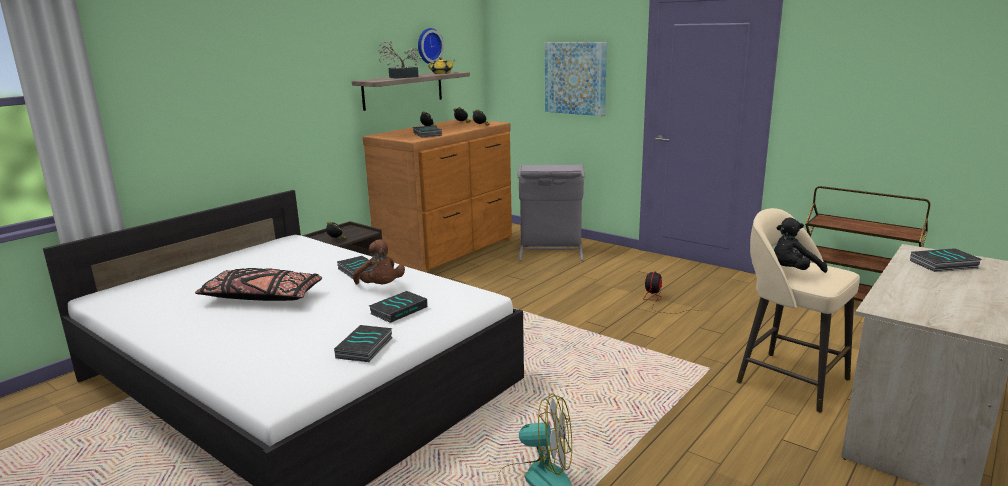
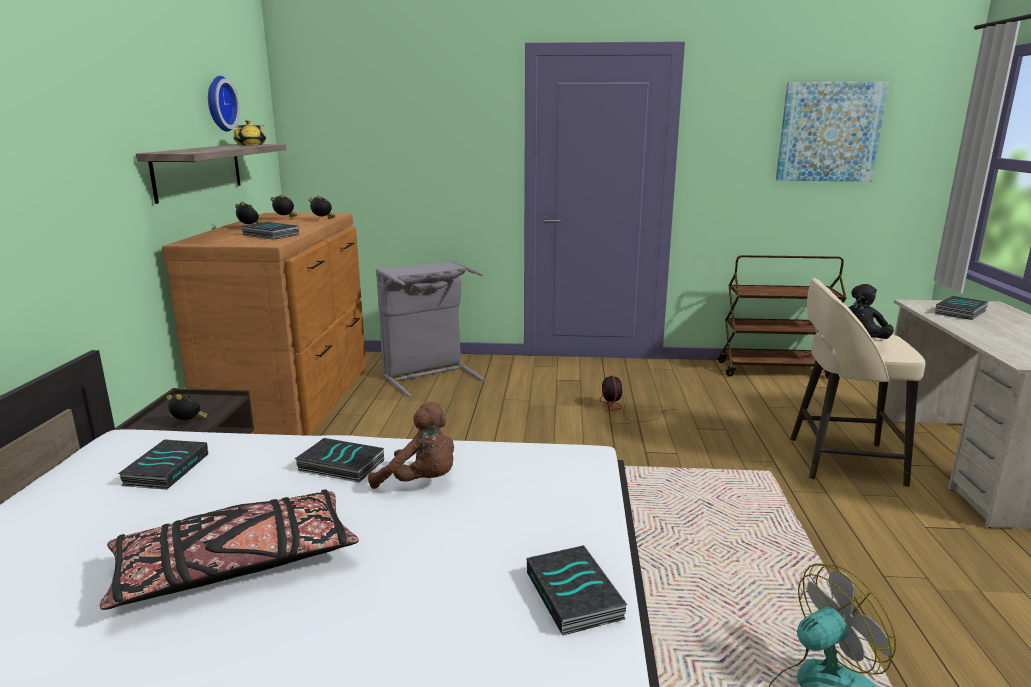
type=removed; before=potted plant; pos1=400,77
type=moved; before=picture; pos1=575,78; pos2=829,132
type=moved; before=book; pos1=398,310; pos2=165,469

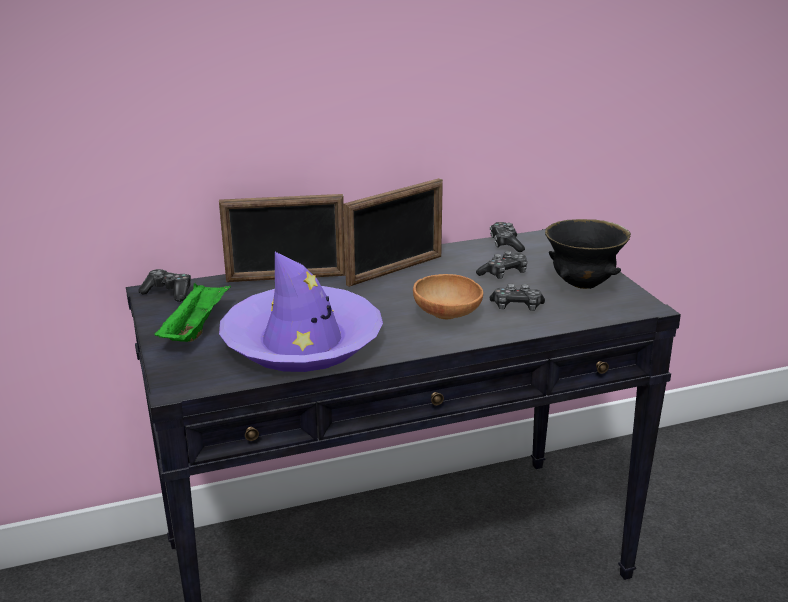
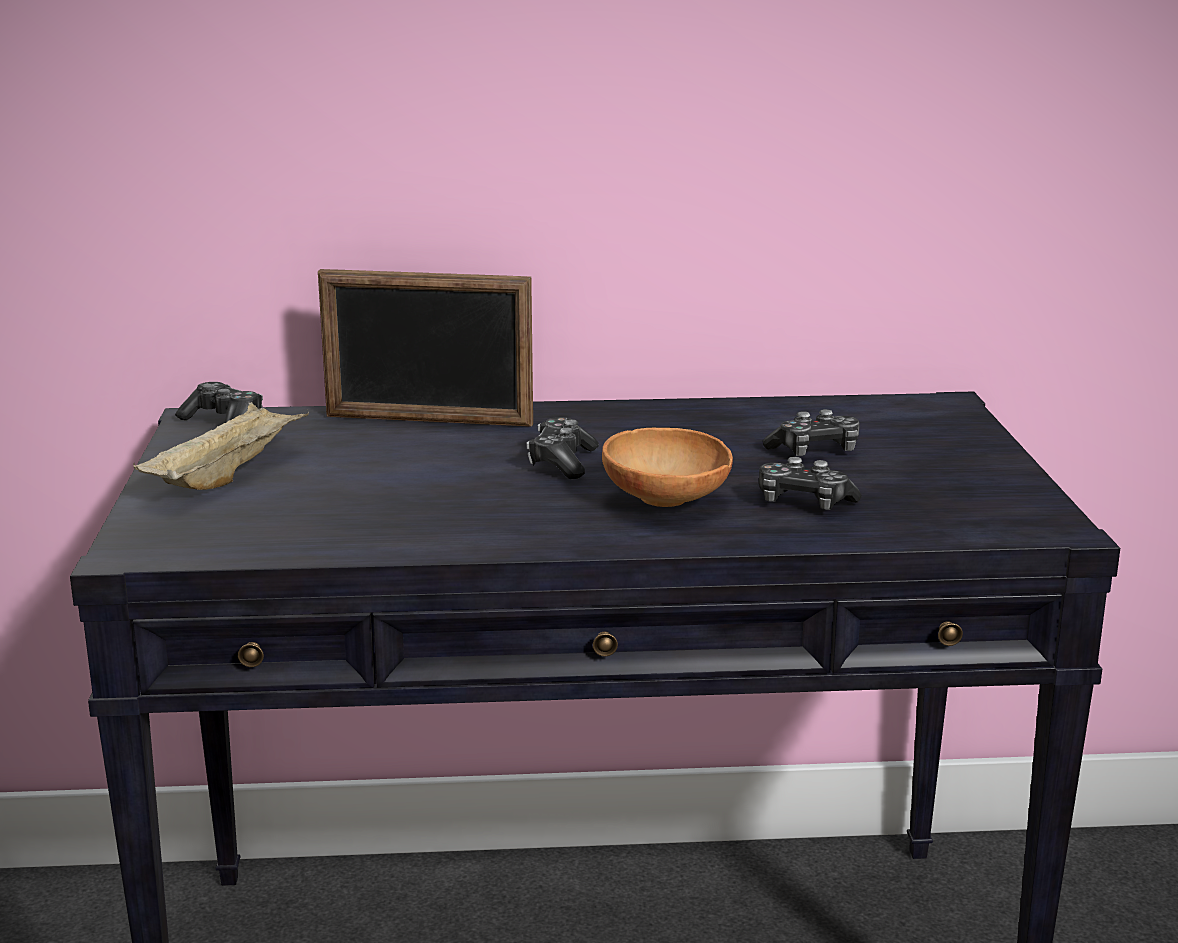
type=removed; before=picture frame; pos1=395,270
type=removed; before=black bowl; pos1=583,285
type=moved; before=game controller; pos1=506,244; pos2=562,462
type=removed; before=purple hat; pos1=302,342
type=recoloured; before=green tray; after=beige tray; pos1=195,329; pos2=226,475

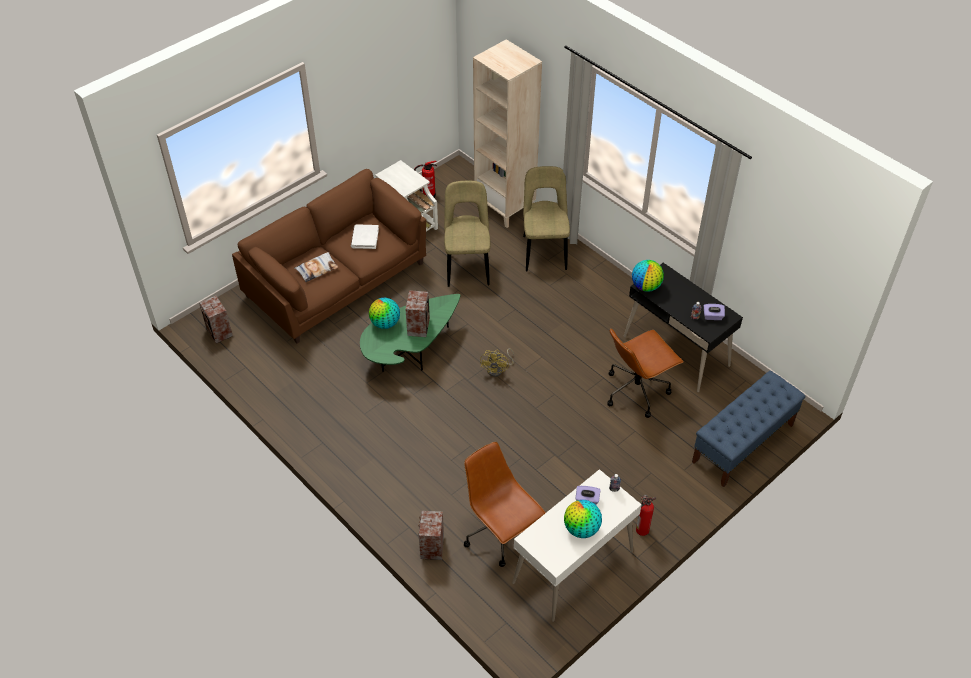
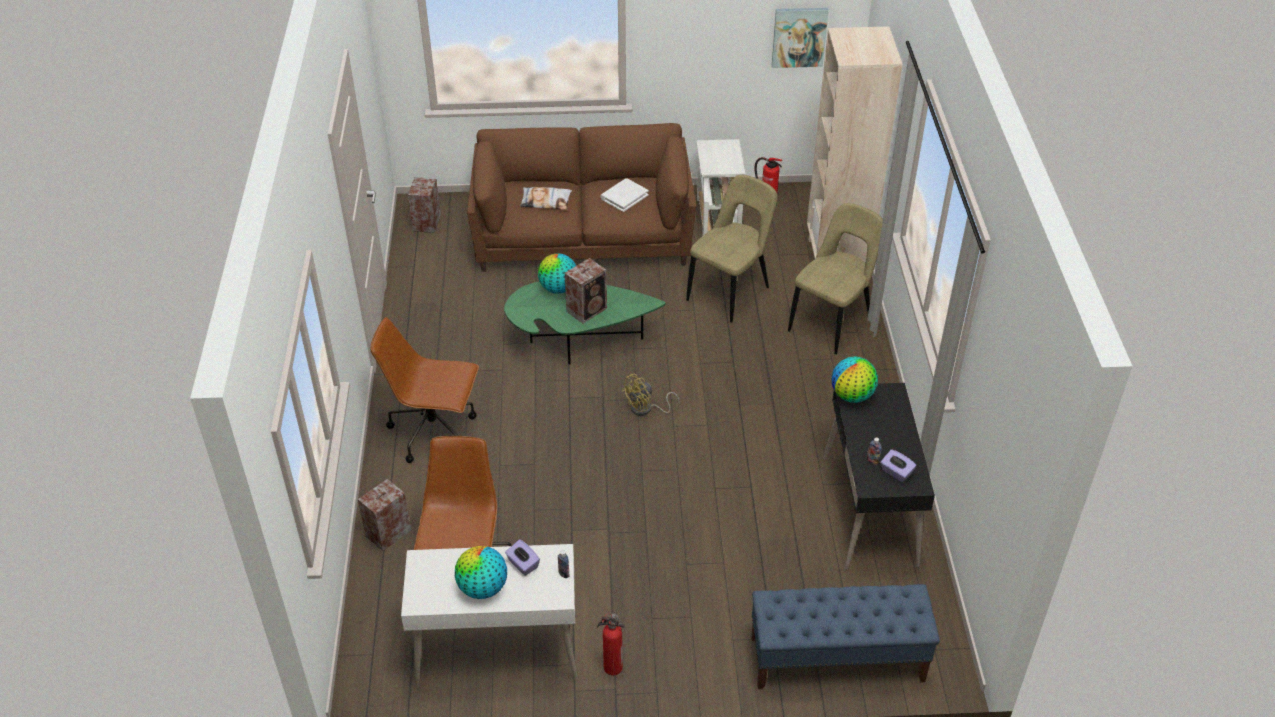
type=moved; before=brown office chair; pos1=637,390; pos2=435,431
type=added; after=picture; pos2=799,37

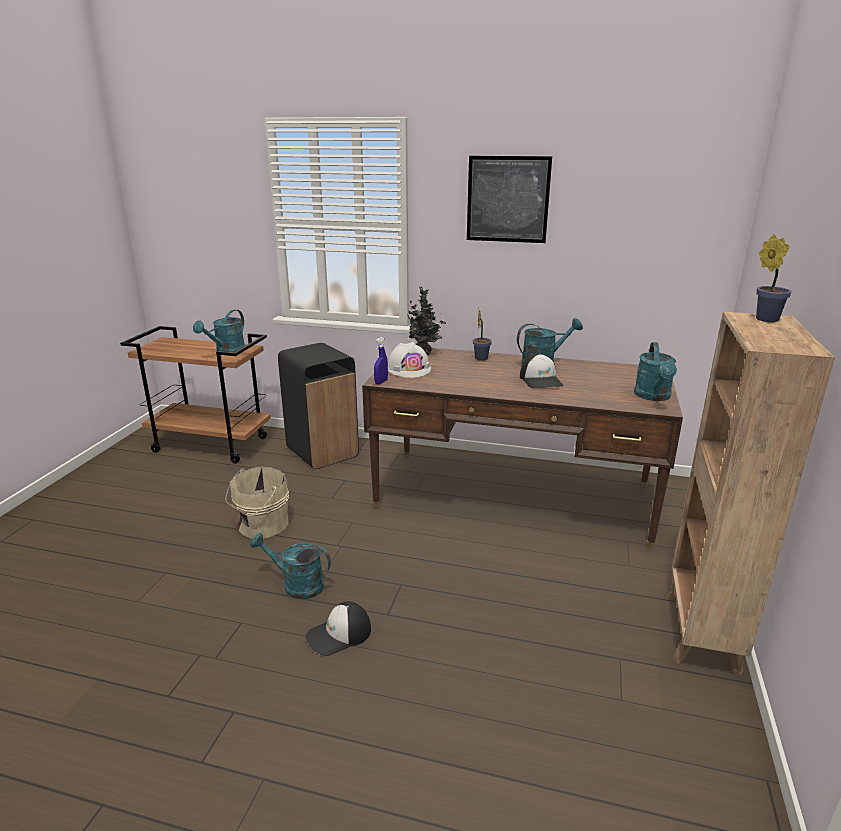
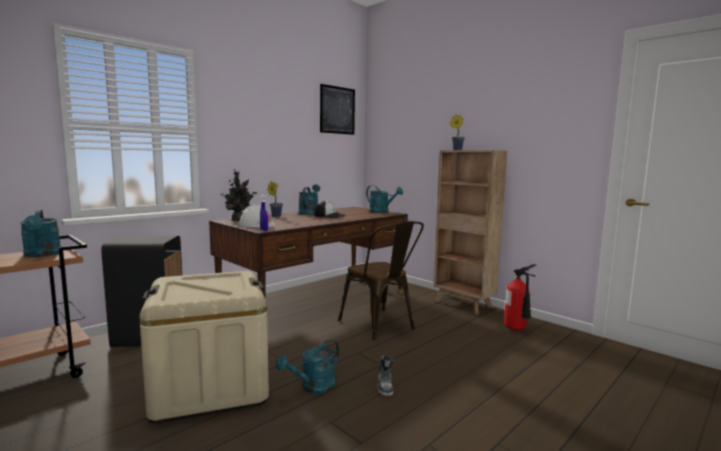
type=moved; before=picture; pos1=507,199; pos2=337,110
type=replaced; before=beige bucket; after=beige storage box; pos1=261,525; pos2=210,386
type=replaced; before=cap; after=shoe; pos1=339,635; pos2=385,385
type=added; after=brown chair; pos2=381,326
type=added; after=fire extinguisher; pos2=517,329

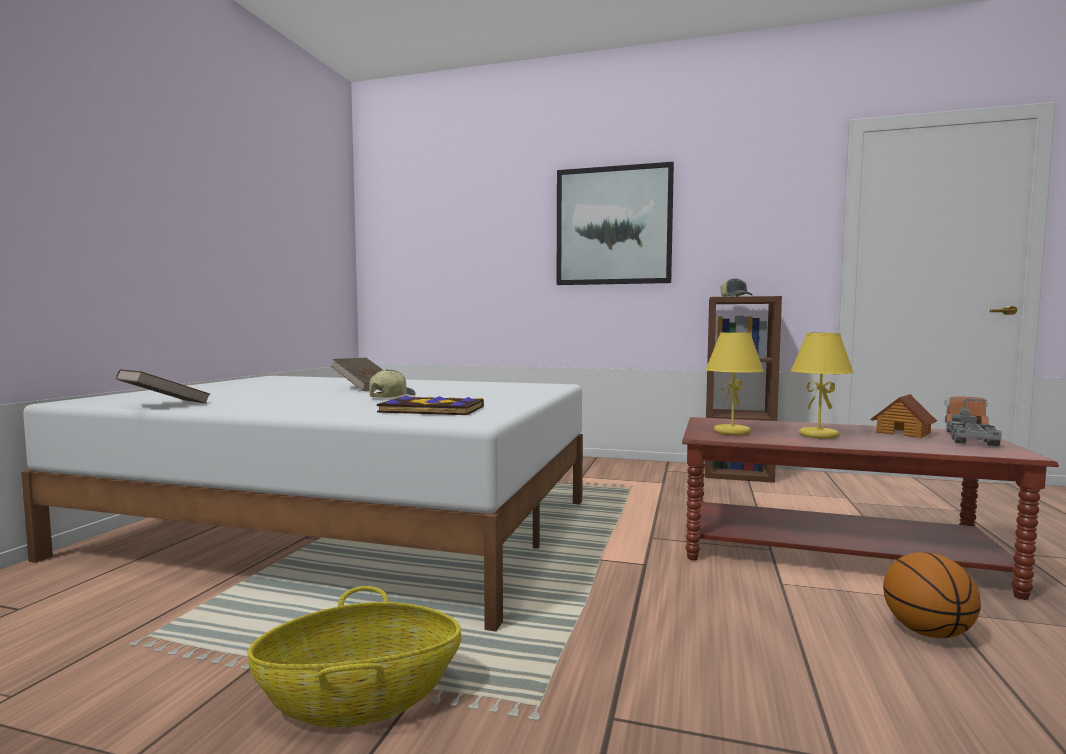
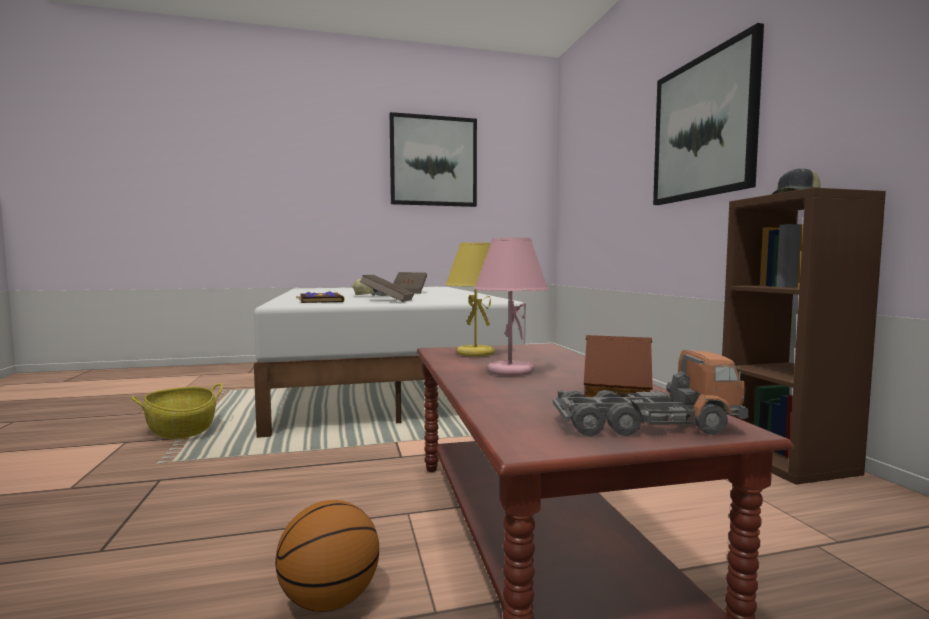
type=recoloured; before=yellow table lamp; after=pink table lamp; pos1=818,435; pos2=509,371
type=moved; before=brown book; pos1=164,405; pos2=387,300
type=added; after=picture; pos2=433,161

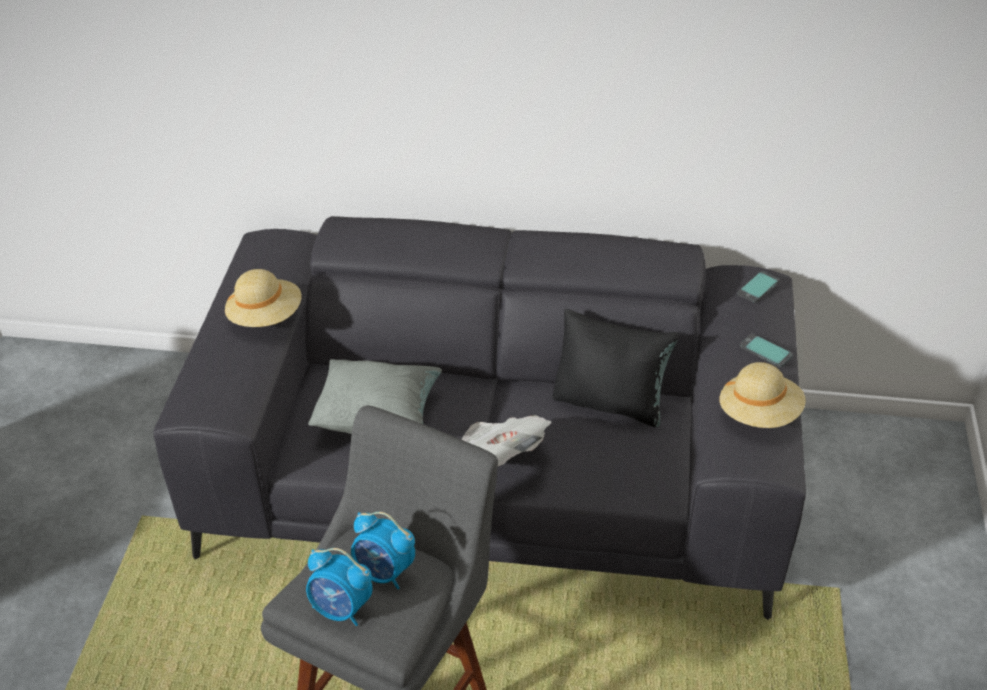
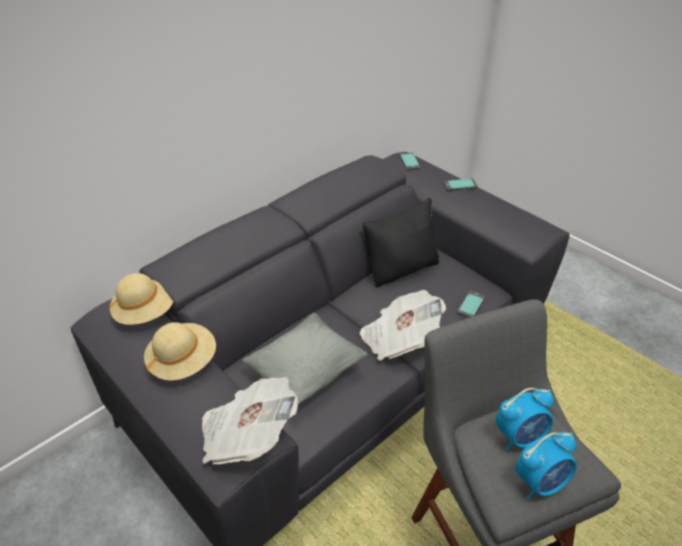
type=moved; before=beige hat; pos1=759,414; pos2=146,312
type=added; after=phone; pos2=471,305
type=added; after=newspaper; pos2=247,435

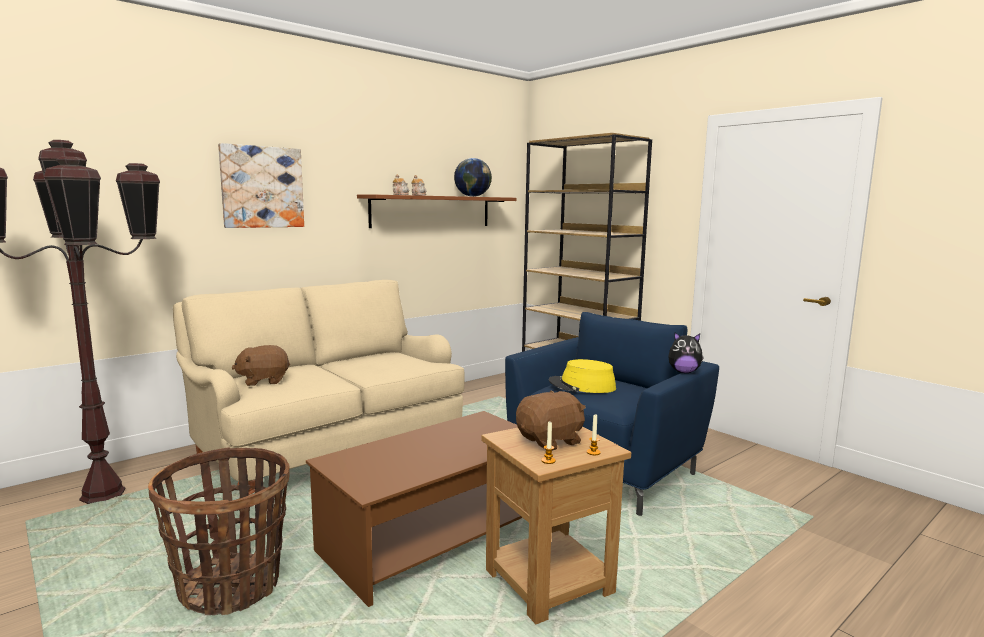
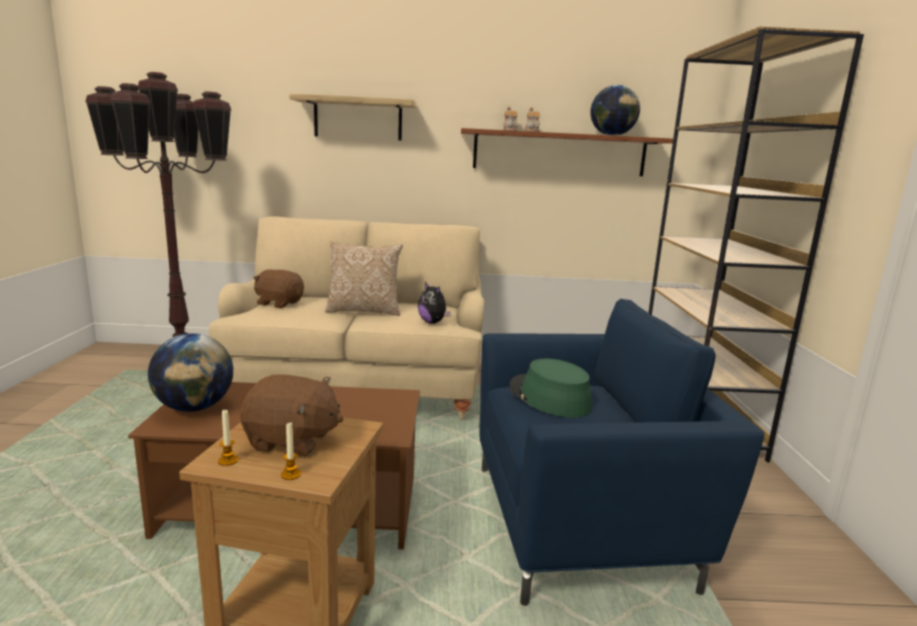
type=replaced; before=picture; after=shelf; pos1=262,187; pos2=358,119
type=moved; before=plush toy; pos1=683,372; pos2=433,322
type=recoloured; before=yellow hat; after=green hat; pos1=582,386; pos2=549,397
type=removed; before=basket; pos1=231,586
type=added; after=pillow; pos2=364,311
type=added; after=globe; pos2=195,407

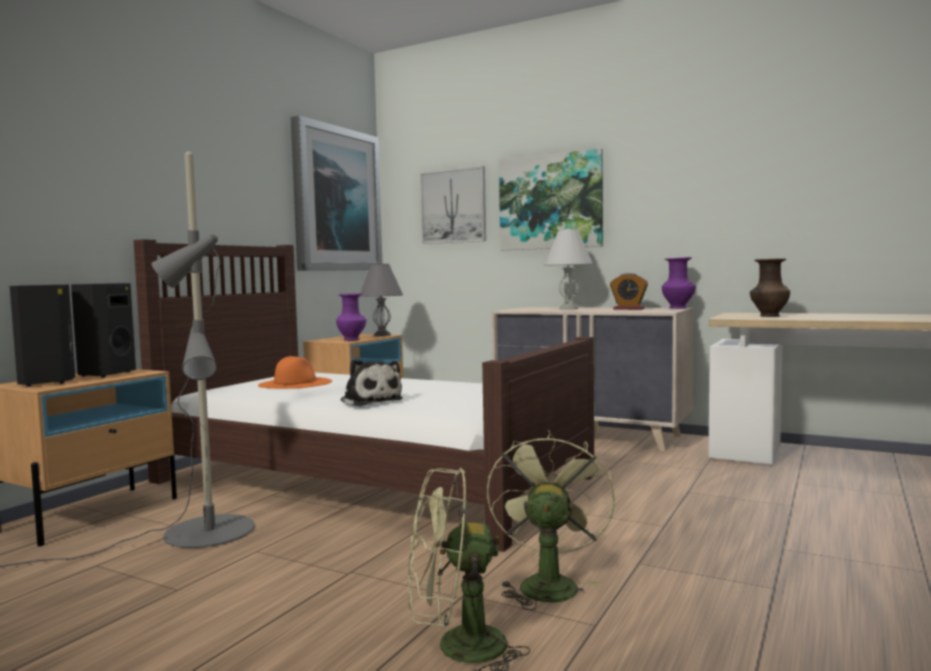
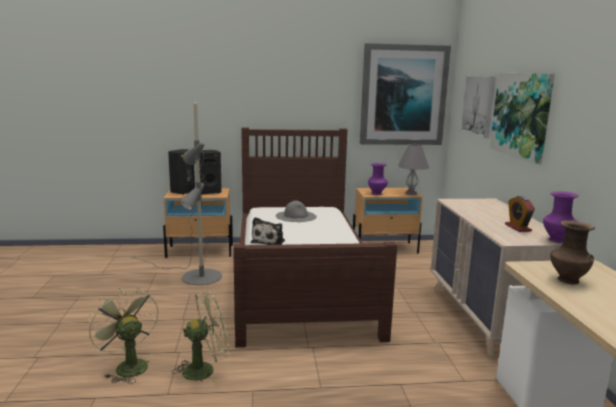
type=removed; before=white table lamp; pos1=568,308
type=recoloured; before=orange hat; after=grey hat; pos1=295,383; pos2=296,216

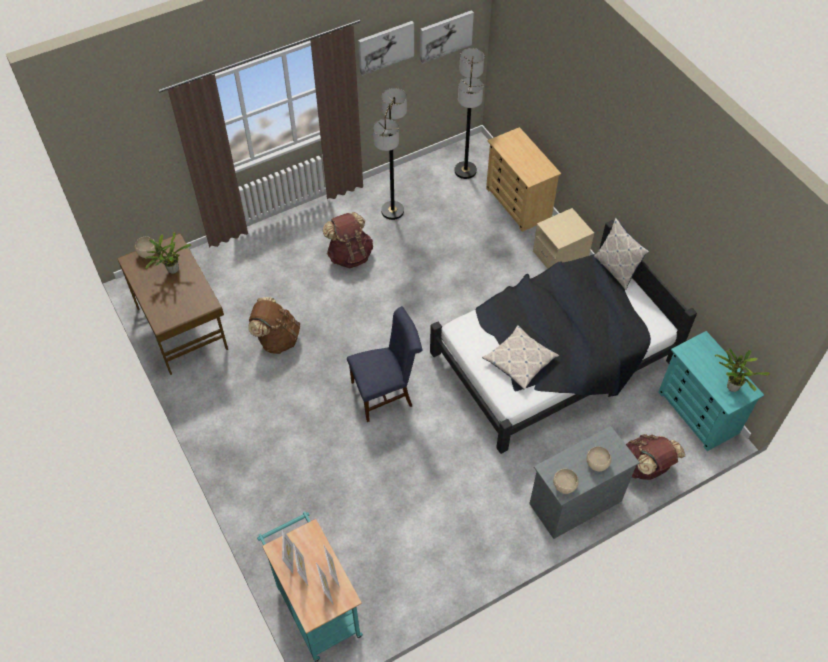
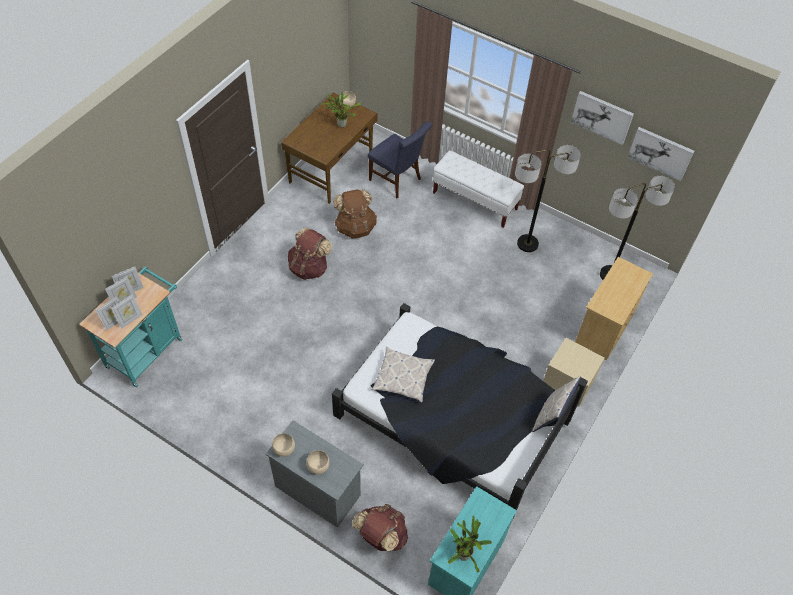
type=moved; before=brown backpack; pos1=350,255; pos2=309,267
type=moved; before=blue chair; pos1=386,393; pos2=397,181
type=added; after=white bench; pos2=475,201

